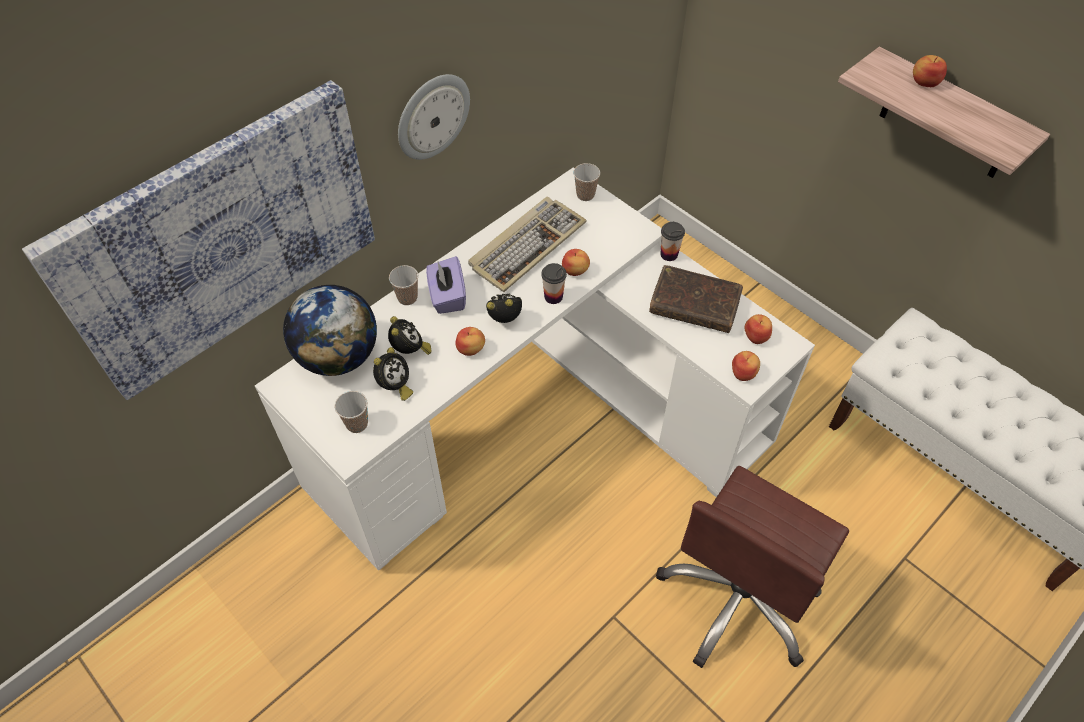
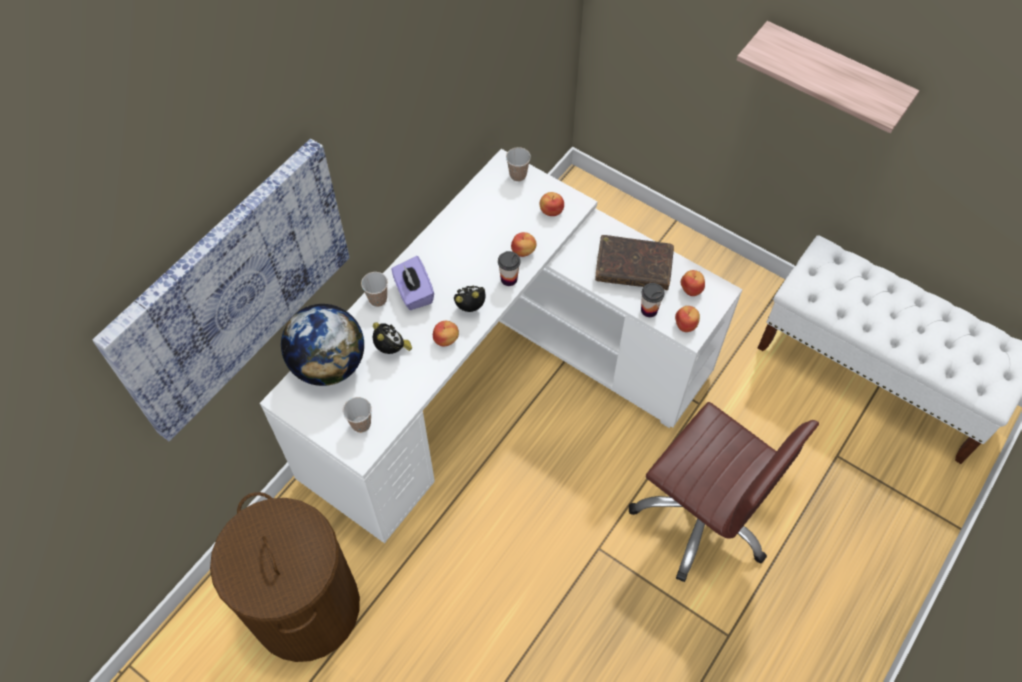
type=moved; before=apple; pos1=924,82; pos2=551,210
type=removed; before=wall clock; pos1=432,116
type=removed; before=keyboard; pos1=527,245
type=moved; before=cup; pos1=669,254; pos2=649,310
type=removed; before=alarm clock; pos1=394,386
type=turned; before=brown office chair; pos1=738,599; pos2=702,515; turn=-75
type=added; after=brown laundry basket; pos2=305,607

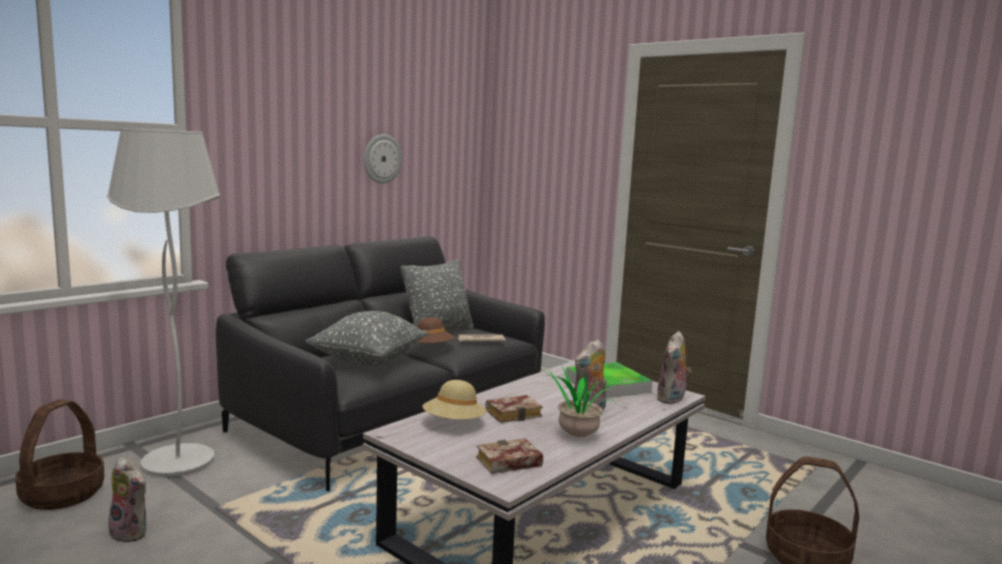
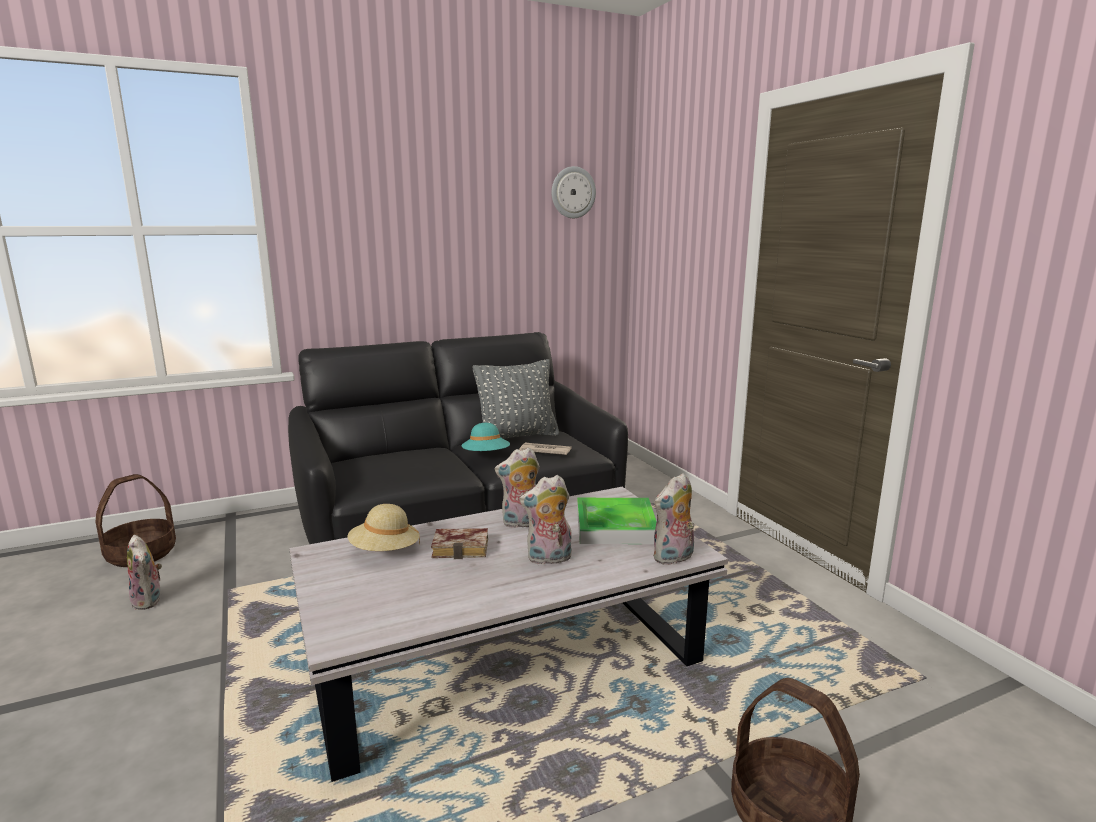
type=removed; before=white floor lamp; pos1=177,463
type=moved; before=wall clock; pos1=382,159; pos2=573,192
type=removed; before=grey pillow; pos1=368,361
type=recoloured; before=brown hat; after=turquoise hat; pos1=431,349; pos2=486,456
type=removed; before=potted plant; pos1=574,436
type=removed; before=book; pos1=507,463
type=added; after=plush toy; pos2=521,523

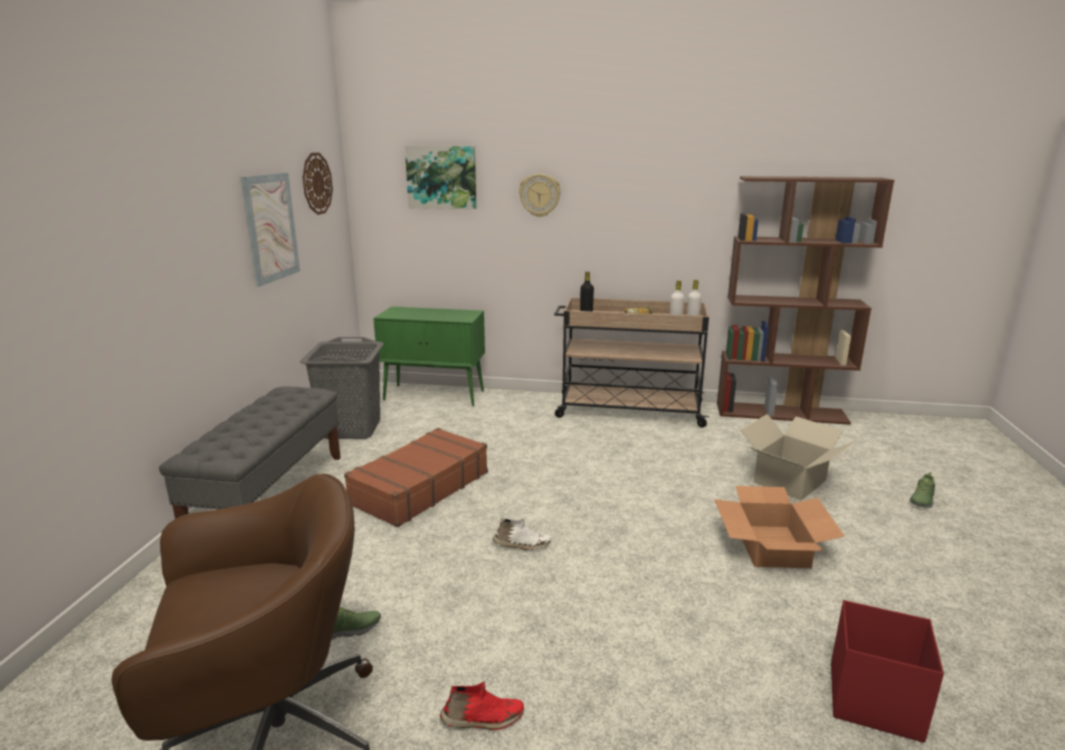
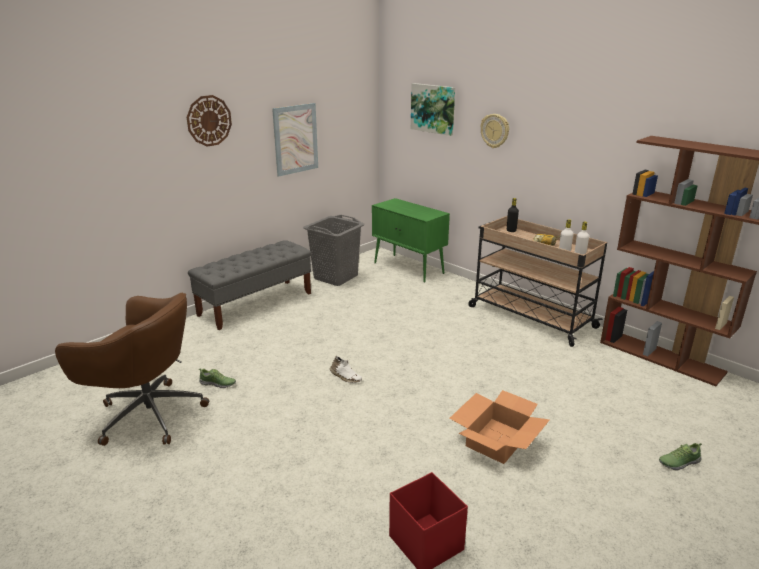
type=moved; before=wall clock; pos1=317,183; pos2=209,120
type=removed; before=cardboard box; pos1=790,481
type=removed; before=brown suitcase; pos1=419,488
type=removed; before=red shoe; pos1=482,719

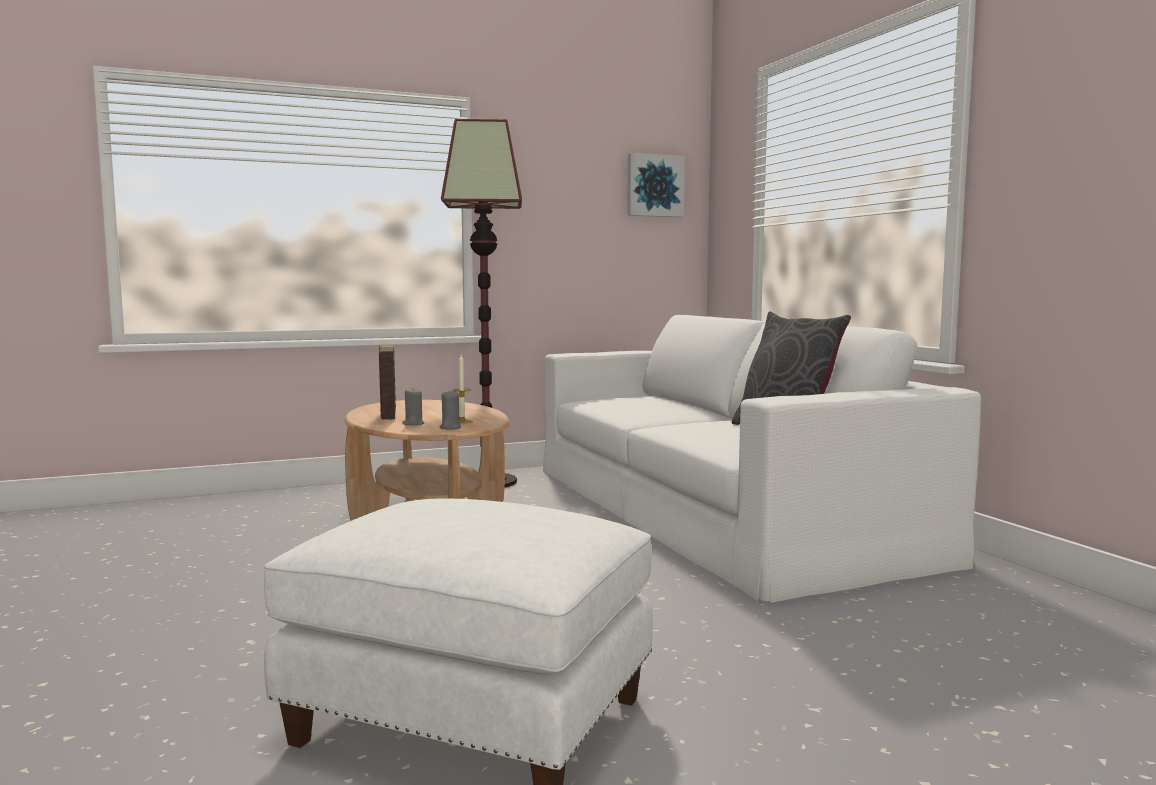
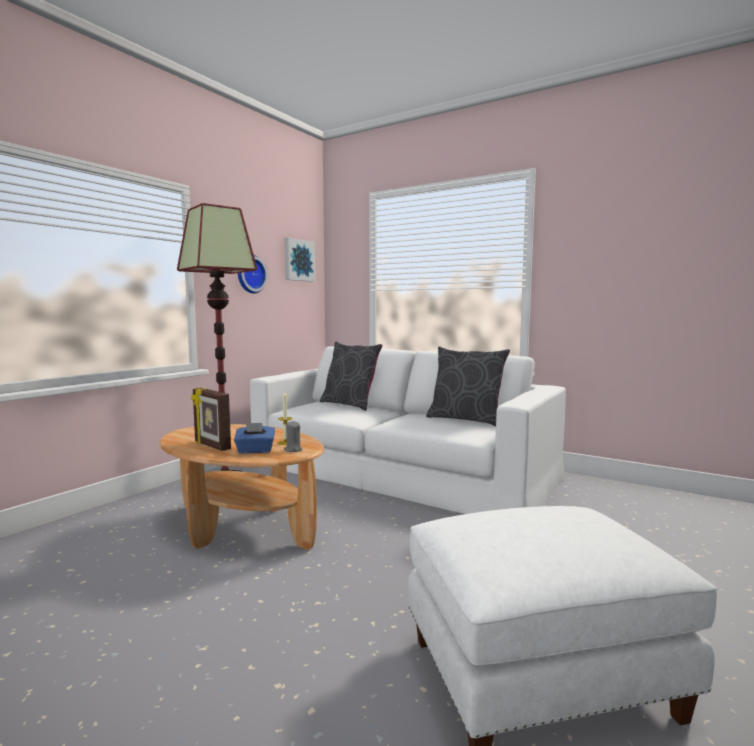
type=replaced; before=grey candle; after=blue tissue box; pos1=413,424; pos2=255,451
type=added; after=wall clock; pos2=250,274
type=added; after=grey pillow; pos2=350,404

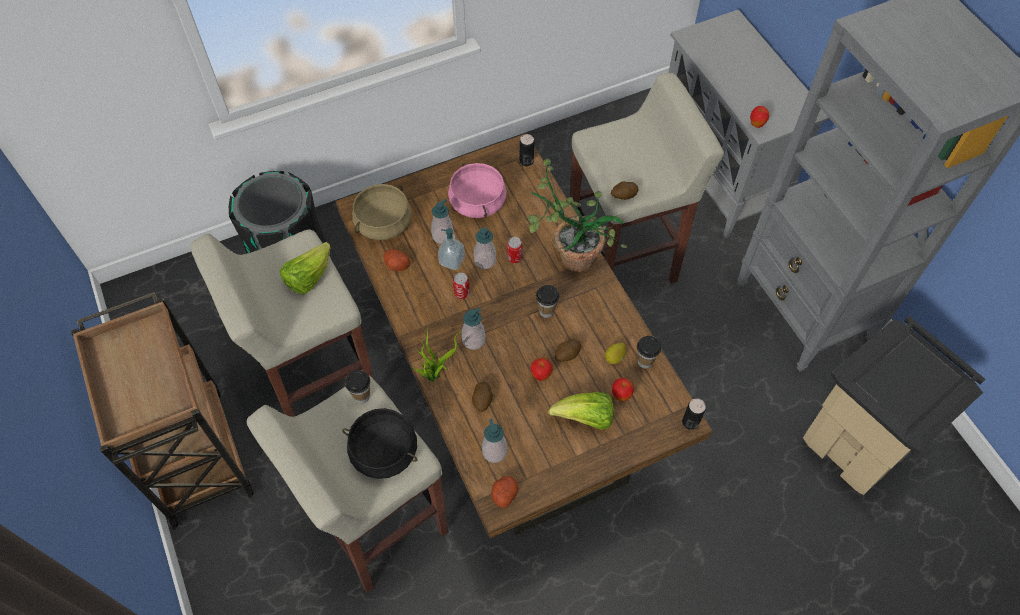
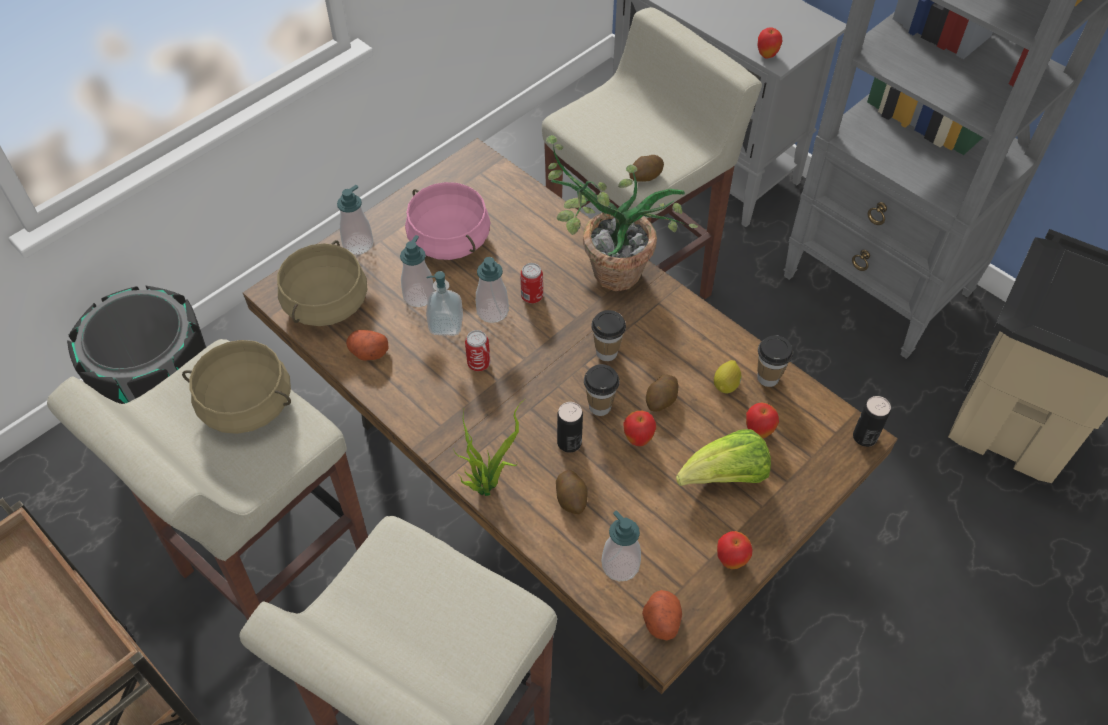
type=moved; before=can; pos1=526,161; pos2=569,442
type=replaced; before=lettuce; after=beige cooking pot; pos1=309,277; pos2=246,405
type=moved; before=soap dispenser; pos1=473,340; pos2=358,244
type=moved; before=cup; pos1=362,396; pos2=599,406
type=removed; before=black cooking pot; pos1=383,452
type=added; after=apple; pos2=731,560

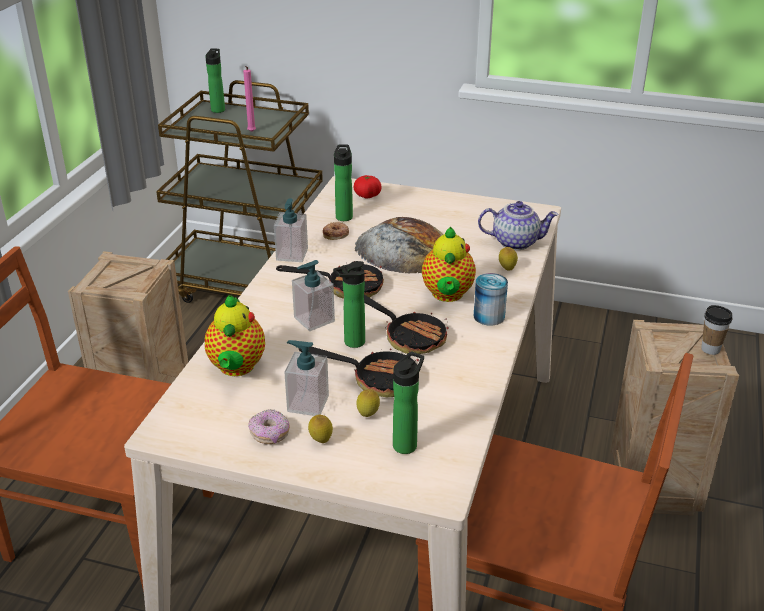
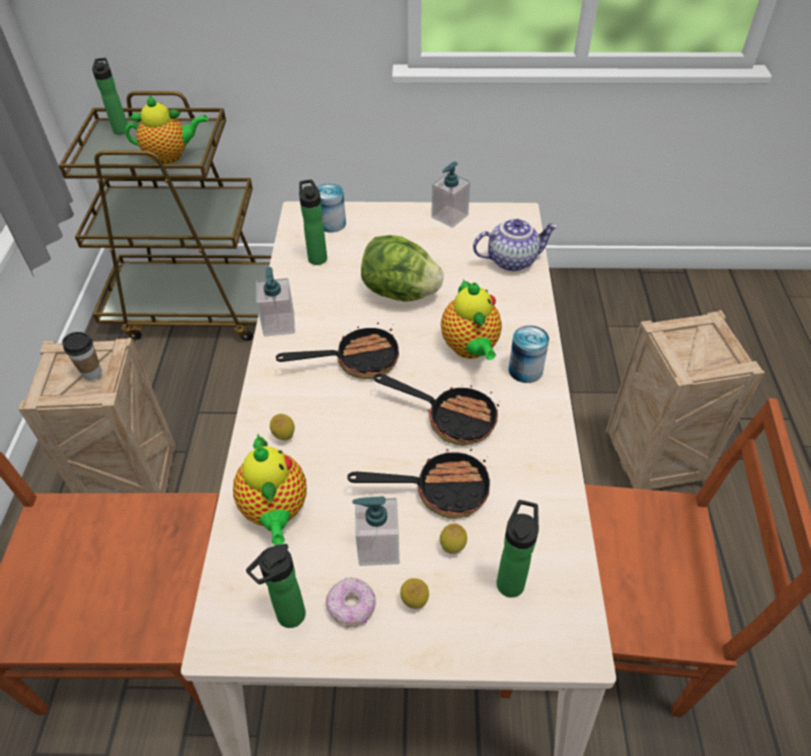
type=replaced; before=pink candle; after=teapot; pos1=251,132; pos2=171,156
type=replaced; before=tomato; after=can; pos1=367,196; pos2=331,223
type=replaced; before=bread; after=lettuce; pos1=404,250; pos2=400,293
type=removed; before=donut; pos1=336,234
type=moved; before=lemon; pos1=507,269; pos2=284,437
type=moved; before=soap dispenser; pos1=314,319; pos2=449,216
type=moved; before=bottle; pos1=351,343; pos2=287,618
type=moved; before=cup; pos1=710,349; pos2=92,373

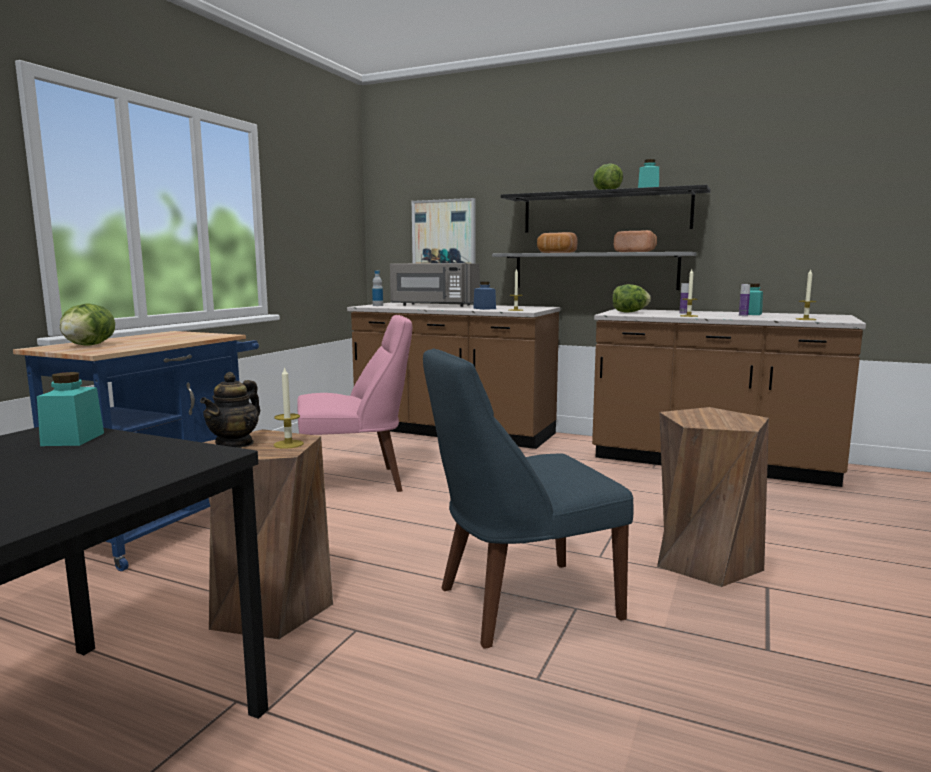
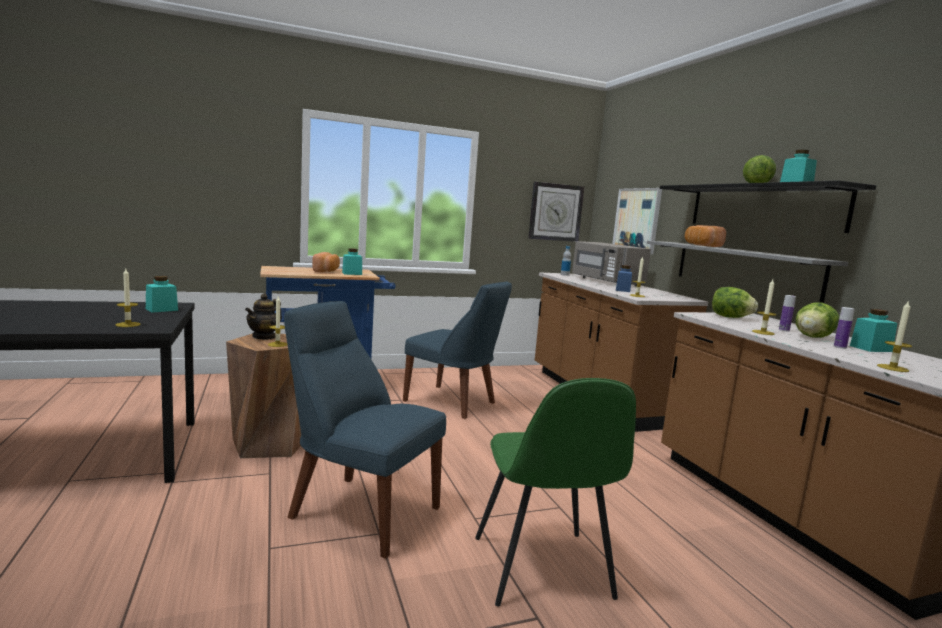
type=moved; before=bread; pos1=636,252; pos2=327,271
type=moved; before=lettuce; pos1=88,345; pos2=813,337
type=recoloured; before=pink chair; after=blue chair; pos1=356,483; pos2=453,403
type=turned; before=teapot; pos1=235,443; pos2=264,337; turn=-45
type=replaced; before=brown stool; after=green chair; pos1=705,561; pos2=542,569
type=added; after=wall clock; pos2=555,212
type=added; after=turquoise jar; pos2=352,273
type=added; after=candle; pos2=128,324

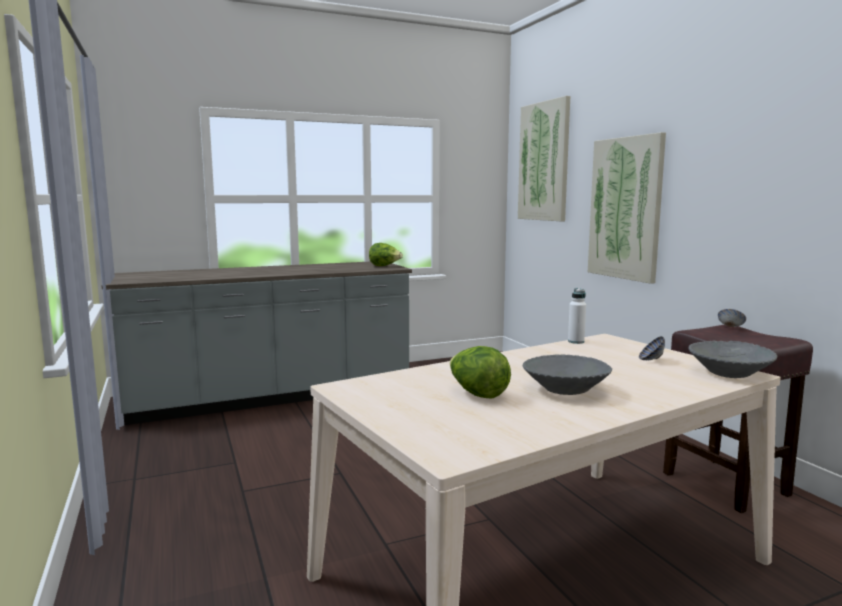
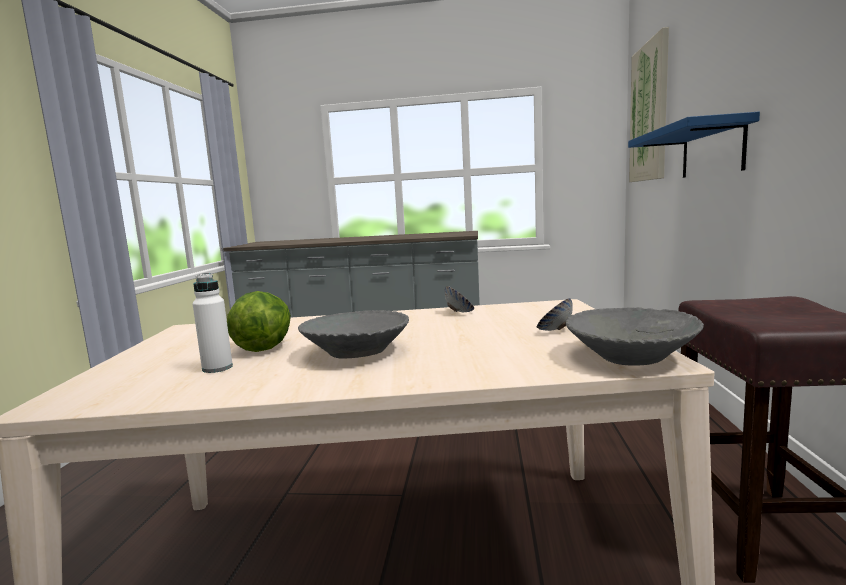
type=replaced; before=picture; after=blue shelf; pos1=625,208; pos2=712,150
type=removed; before=lettuce; pos1=384,266
type=moved; before=white bottle; pos1=576,341; pos2=217,368
type=moved; before=bowl; pos1=730,327; pos2=459,312

